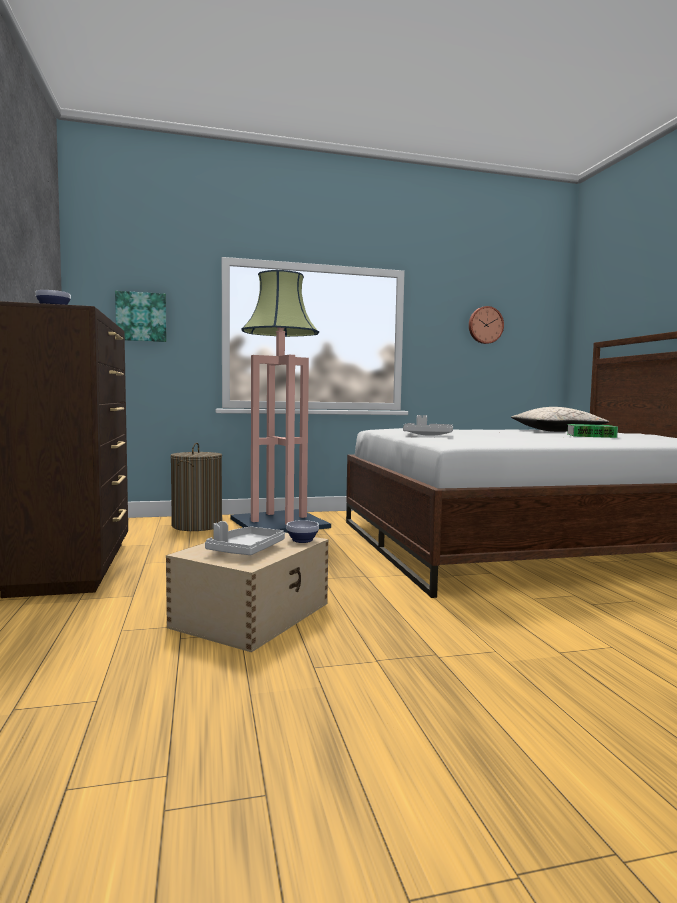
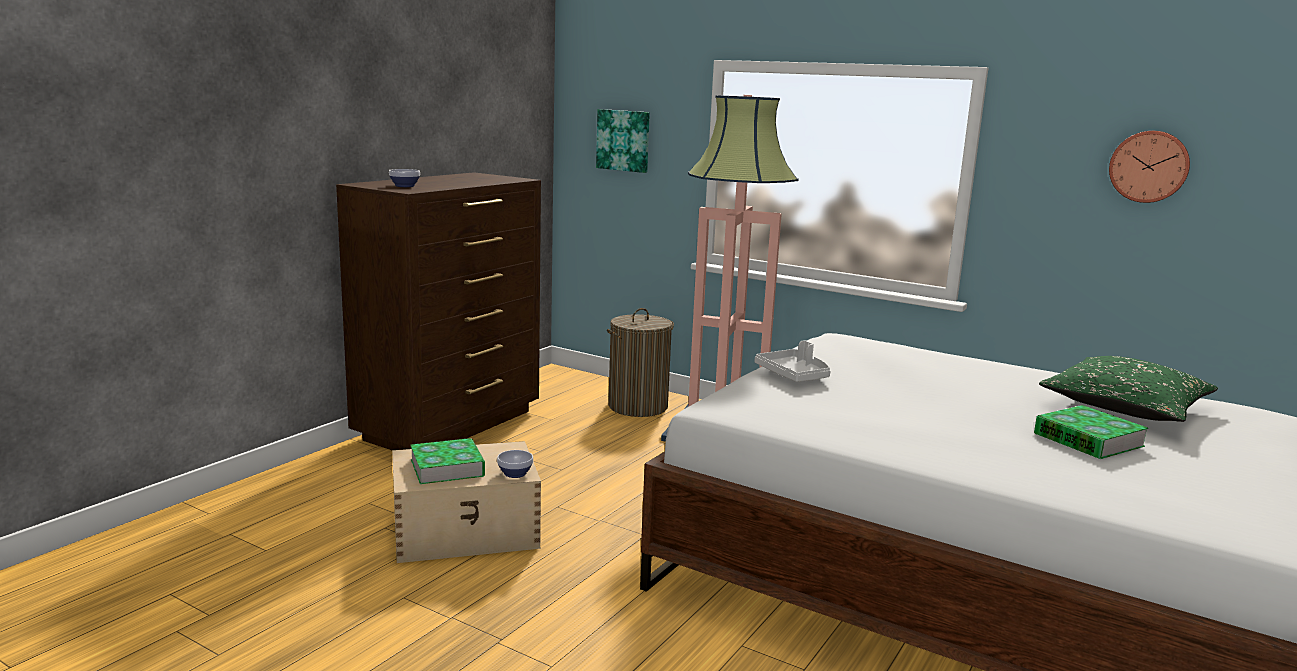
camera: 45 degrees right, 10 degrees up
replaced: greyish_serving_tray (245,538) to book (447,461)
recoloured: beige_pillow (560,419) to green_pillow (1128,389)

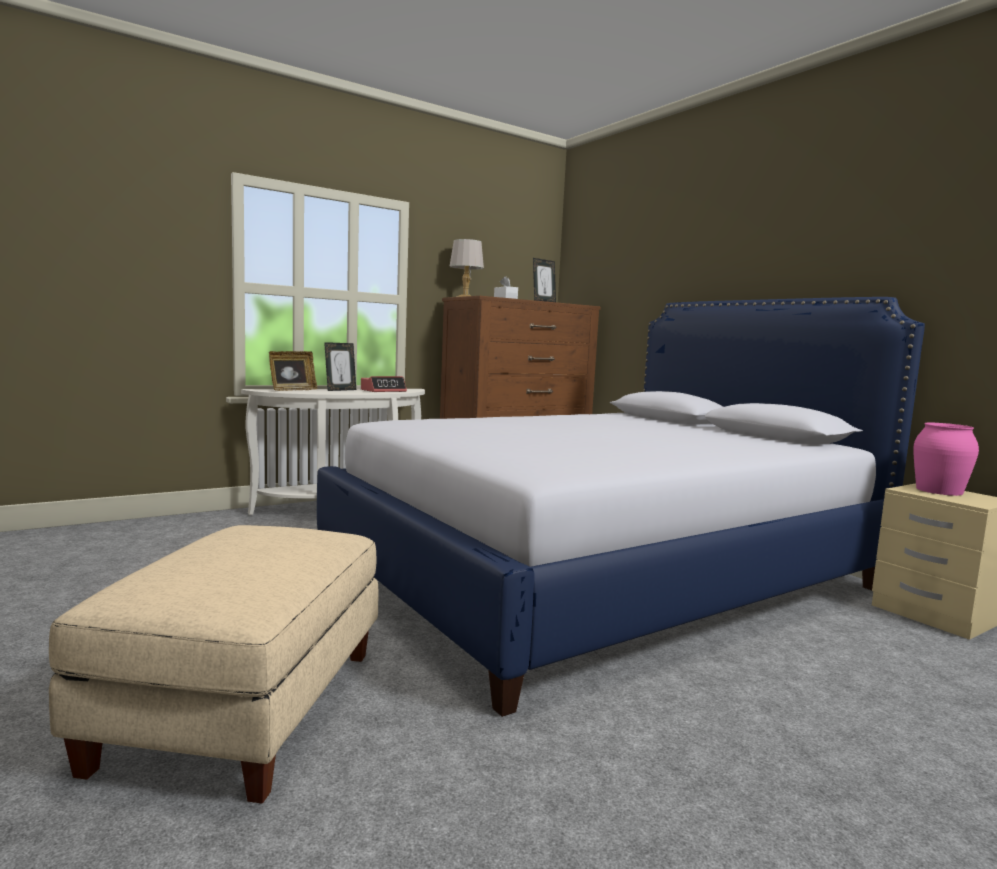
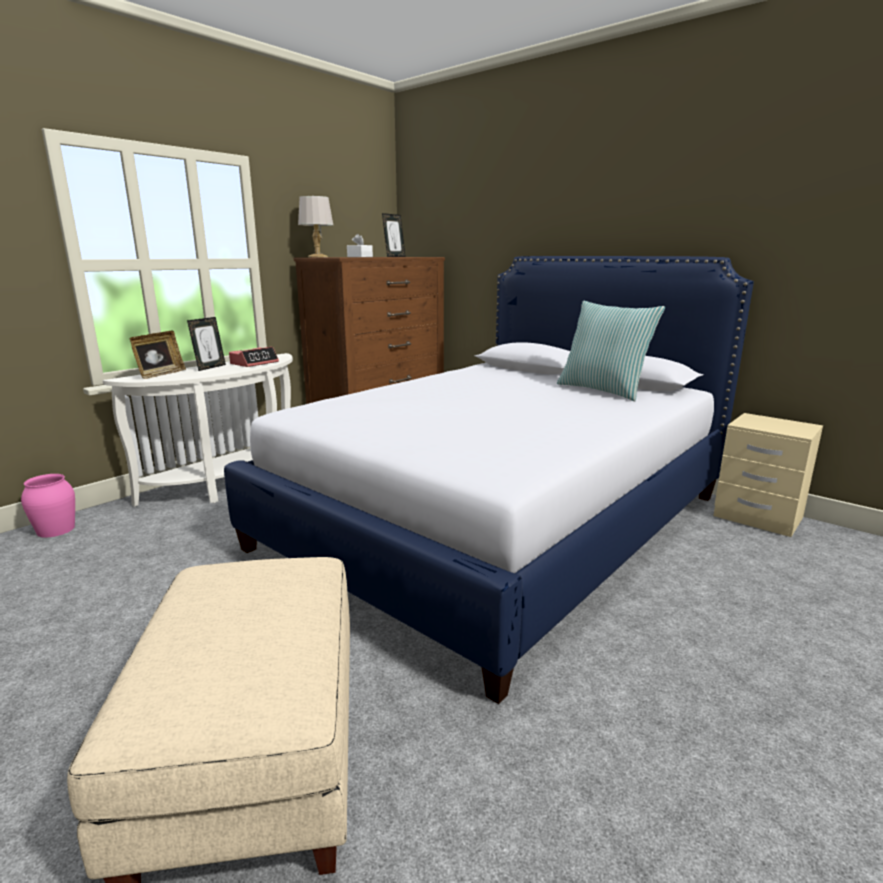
camera: 15 degrees left, 10 degrees up
added: pillow (611,351)
moved: pinkish_decorative_vase (946,459) to (48,505)

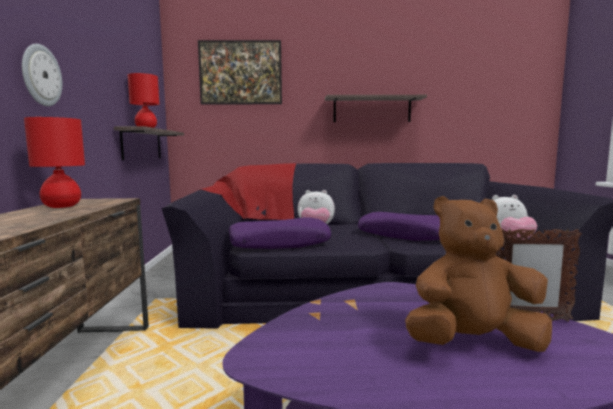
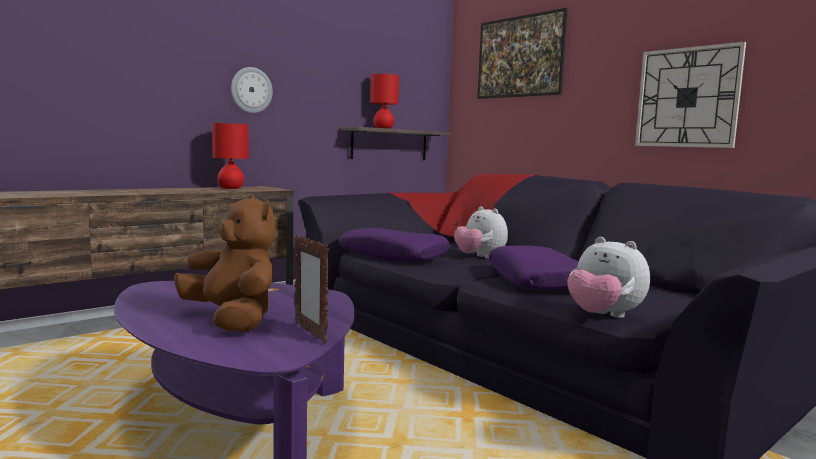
camera: 50 degrees right, 0 degrees up
replaced: shelf (376,108) to hanging_clock (690,95)

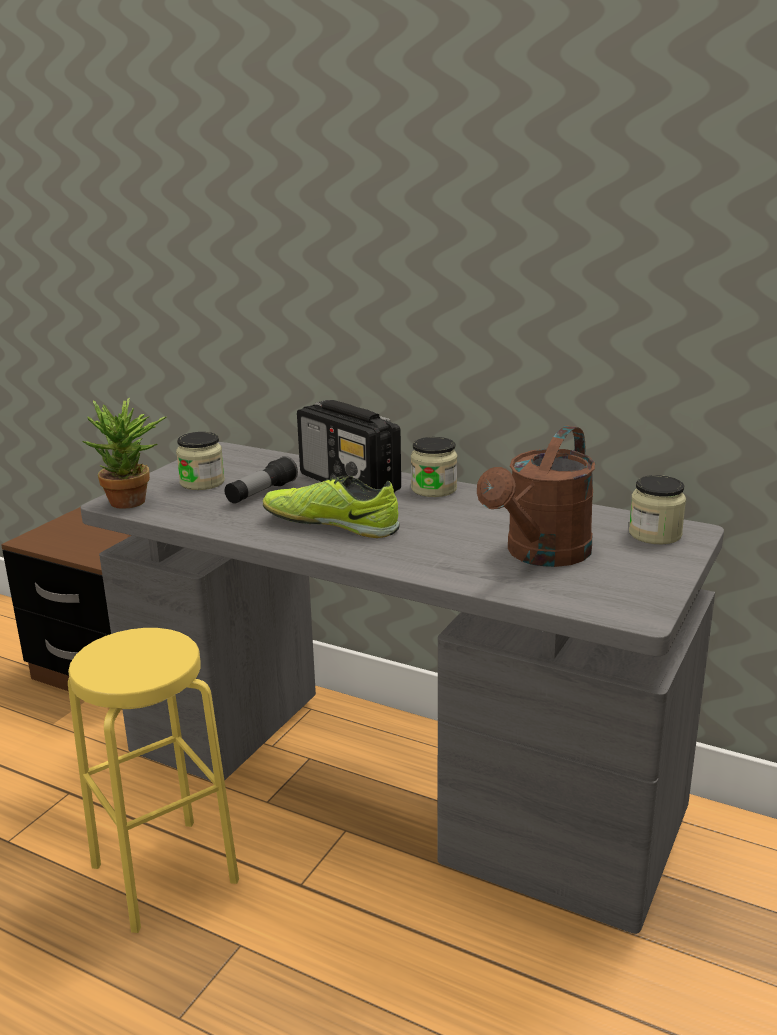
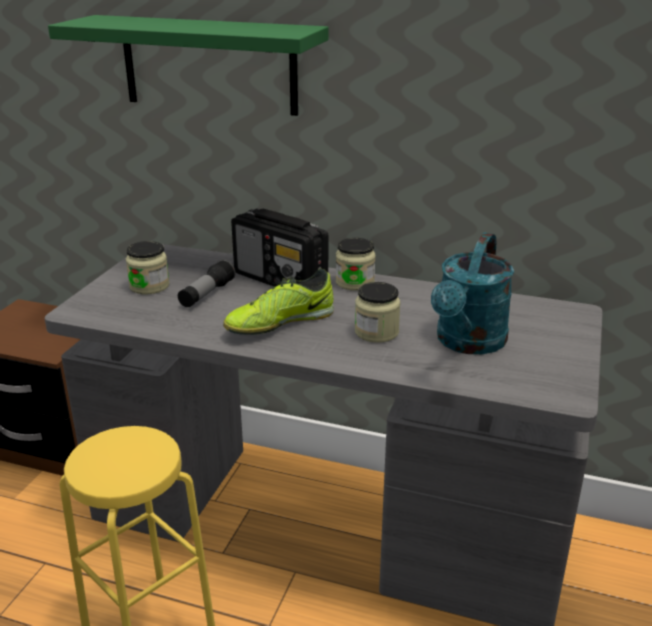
camera: 10 degrees left, 5 degrees up
removed: plant_in_a_pot (124,453)
added: green_shelf (188,65)
moved: storage_jar (657,509) to (378,312)
recoloured: brownish_watering_can (536,496) to turquoise_watering_can (472,293)
turned: item_of_footwear (331,507) = (278,302) 45 degrees counterclockwise

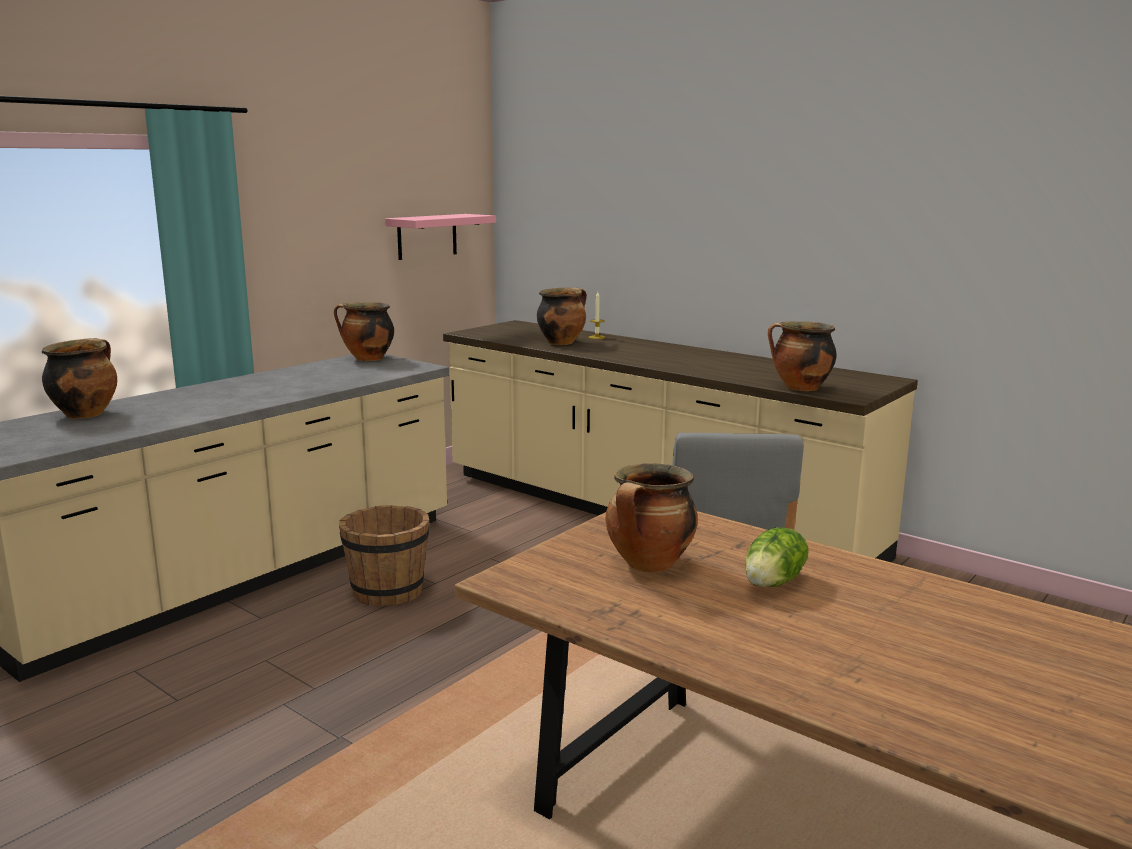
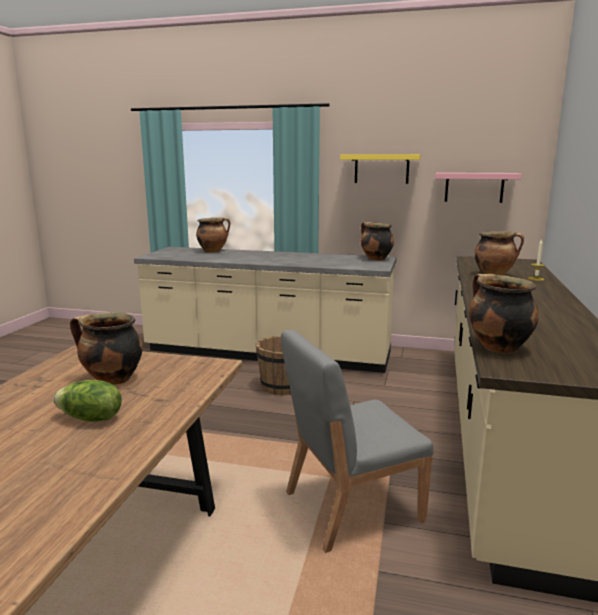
camera: 65 degrees right, 0 degrees up
added: yellow-coloured_shelf (380,169)

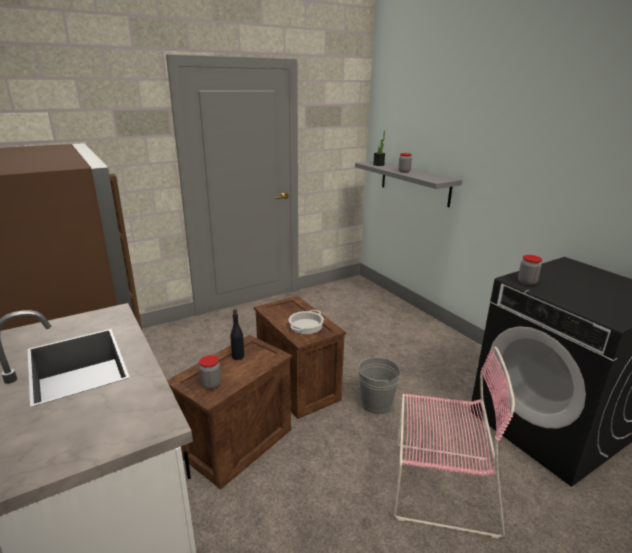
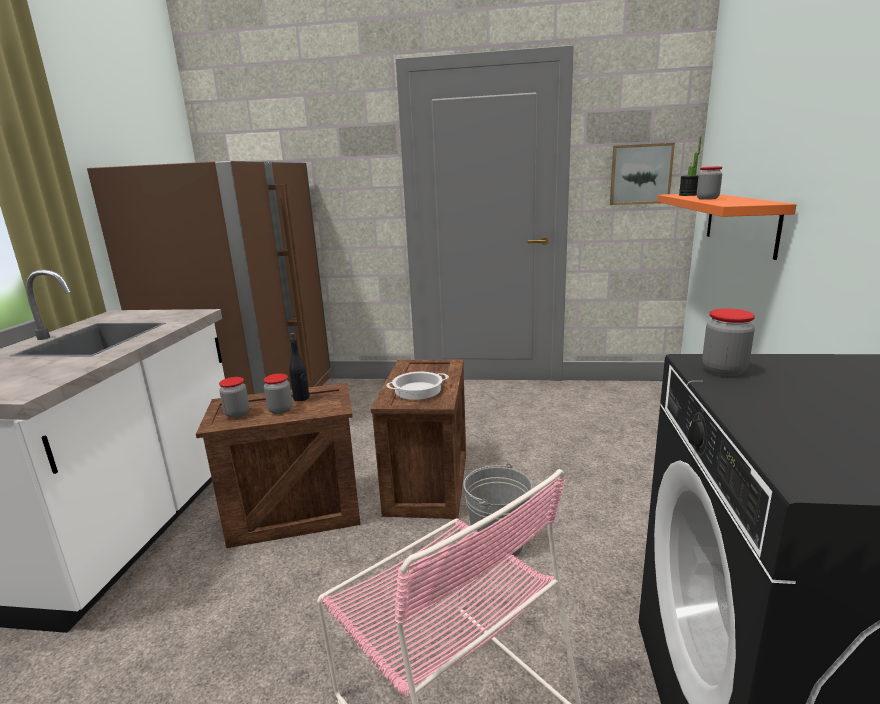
camera: 40 degrees right, 5 degrees down
added: storage_jar (277,394); picture (642,174)
recoloured: greyish_shelf (408,184) to orange_shelf (727,227)

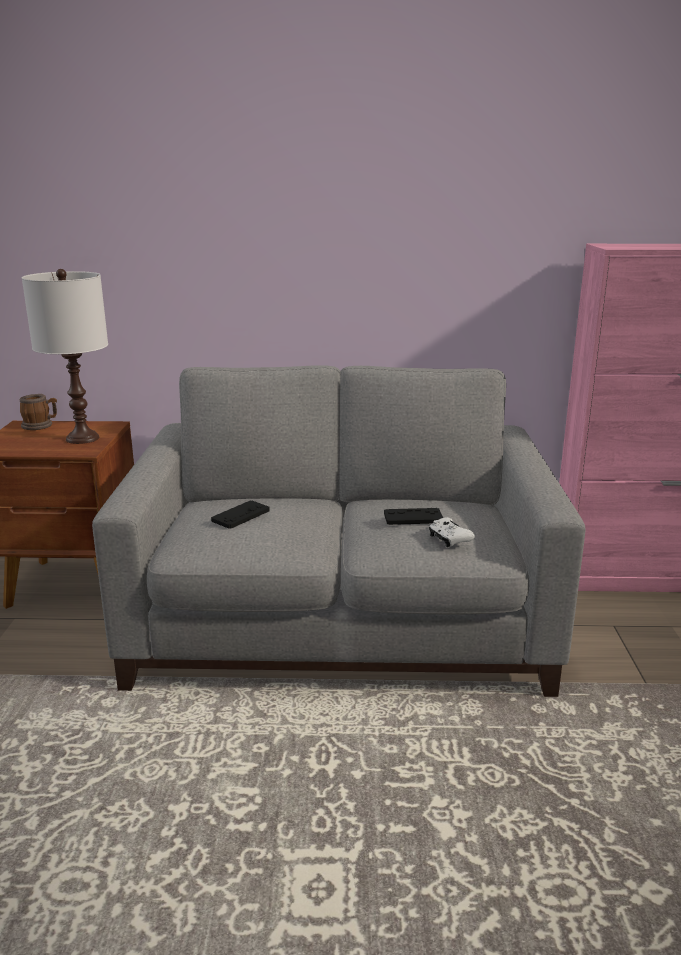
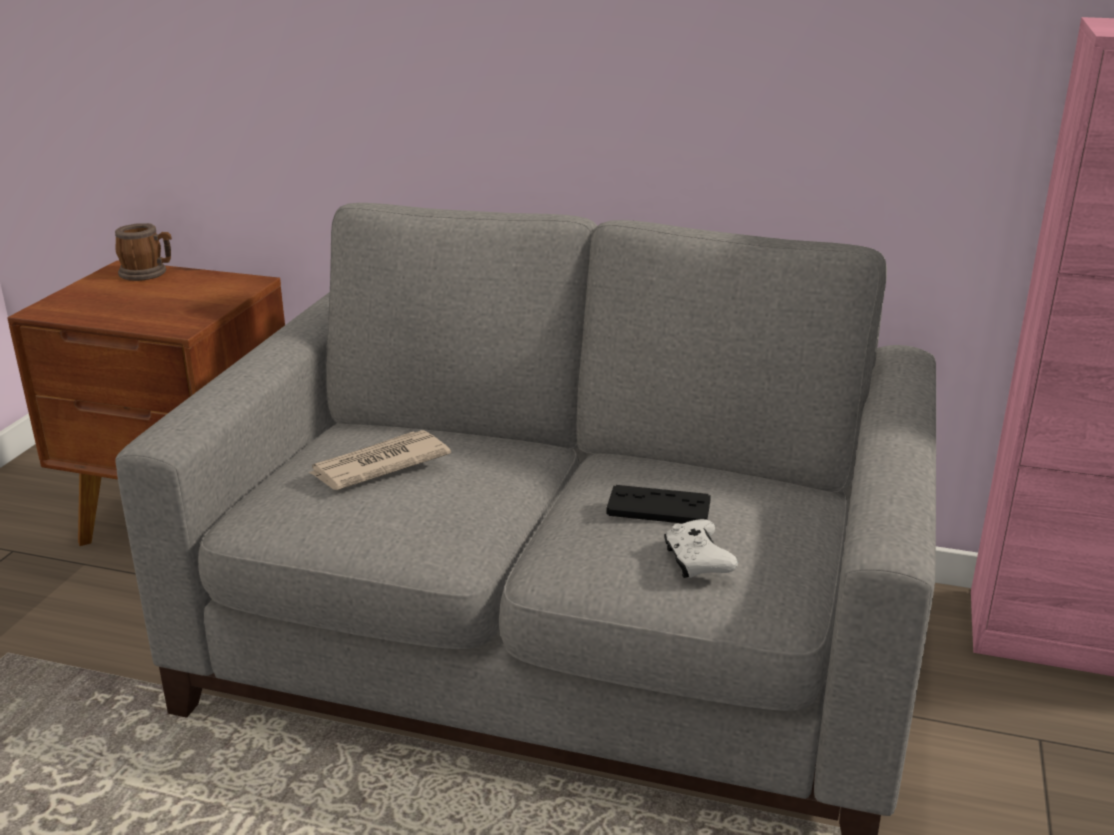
camera: 15 degrees right, 5 degrees up
removed: whitish_table_lamp (65,356)
replaced: black-coloured_game_controller (240,515) to newspaper (380,460)

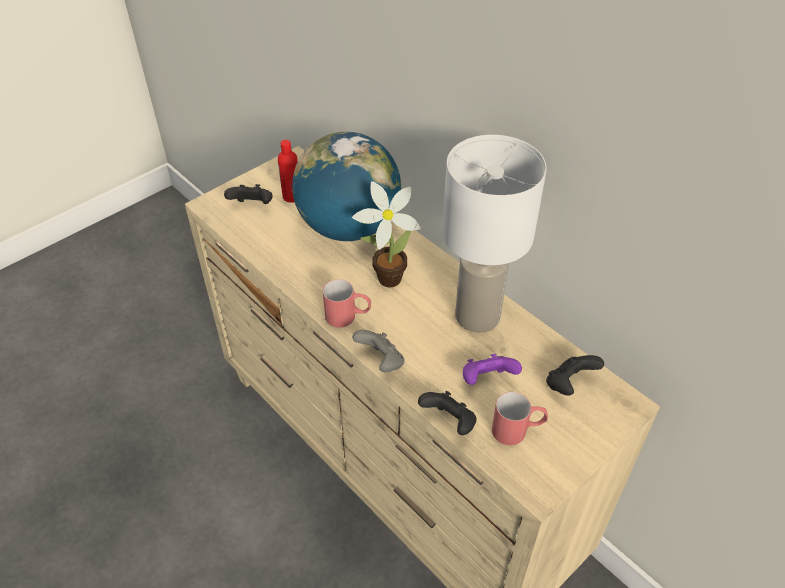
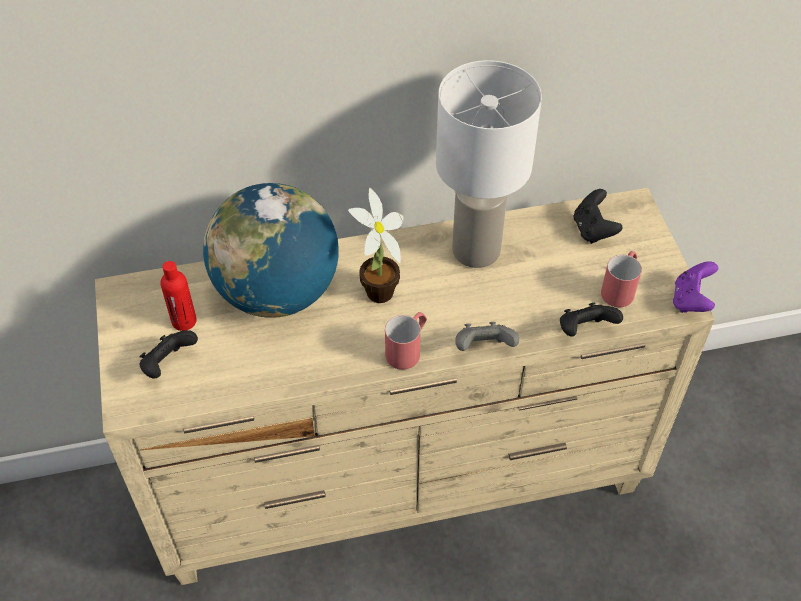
camera: 60 degrees left, 5 degrees up
moved: purplish_game_controller (492,369) to (695,287)

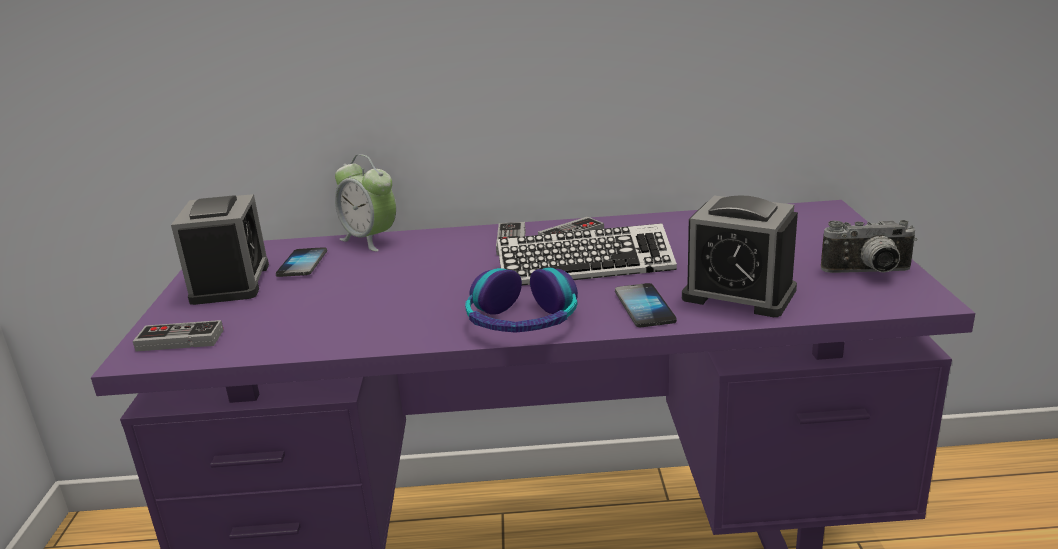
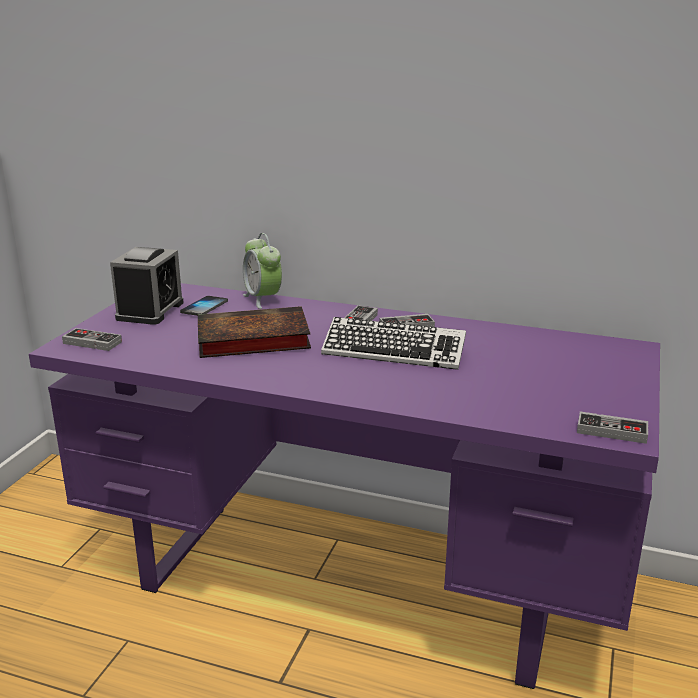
camera: 20 degrees right, 0 degrees up
removed: headphones (521,300); telephone (646,305); alarm_clock (740,256); still_camera (869,246)
added: book (254,332); game_controller (612,427)

